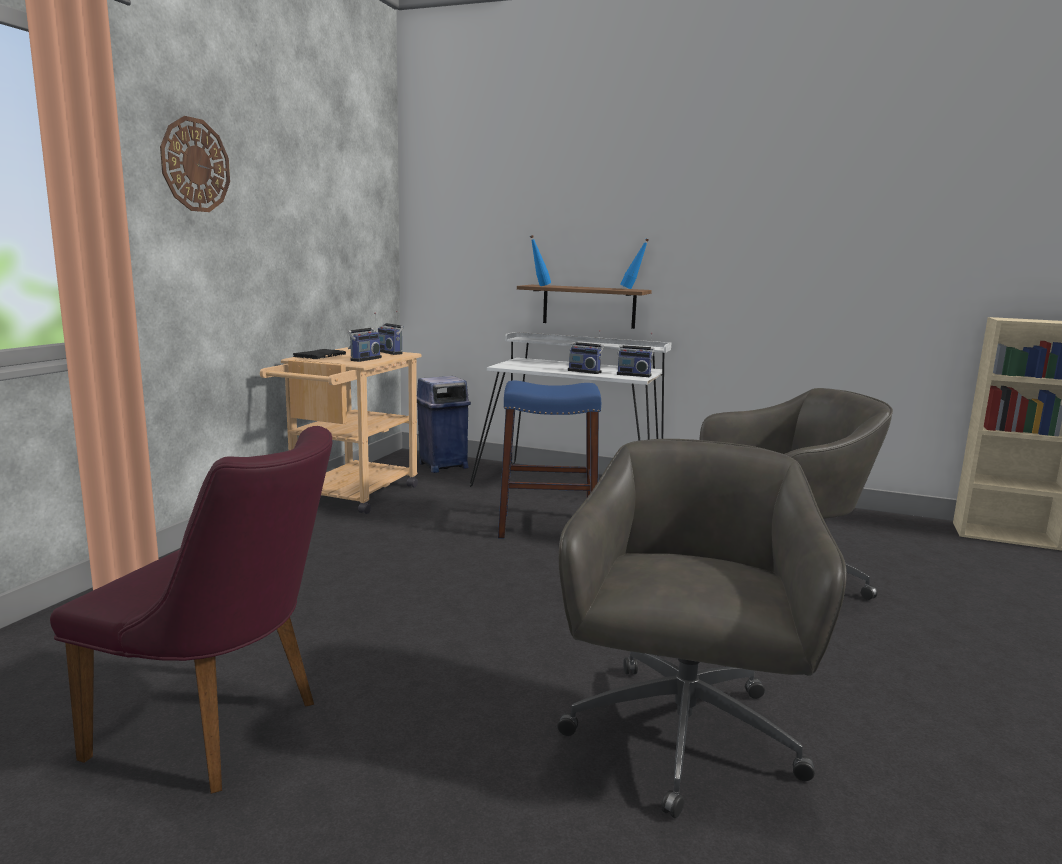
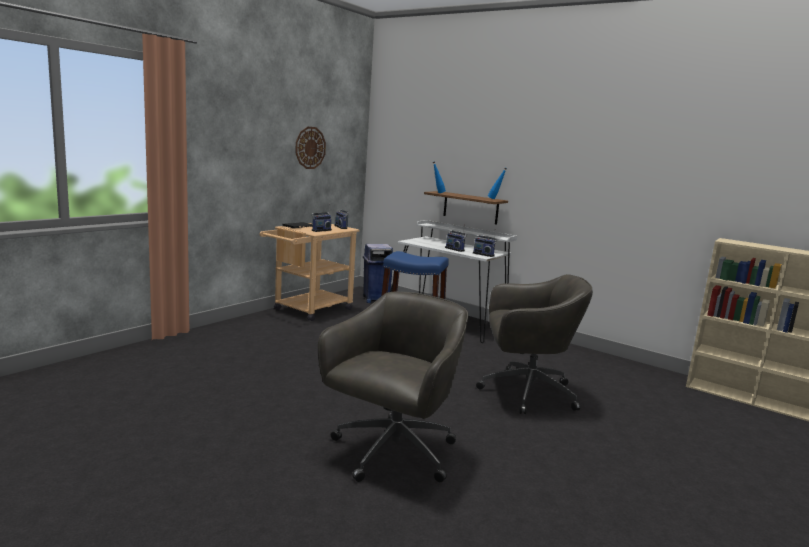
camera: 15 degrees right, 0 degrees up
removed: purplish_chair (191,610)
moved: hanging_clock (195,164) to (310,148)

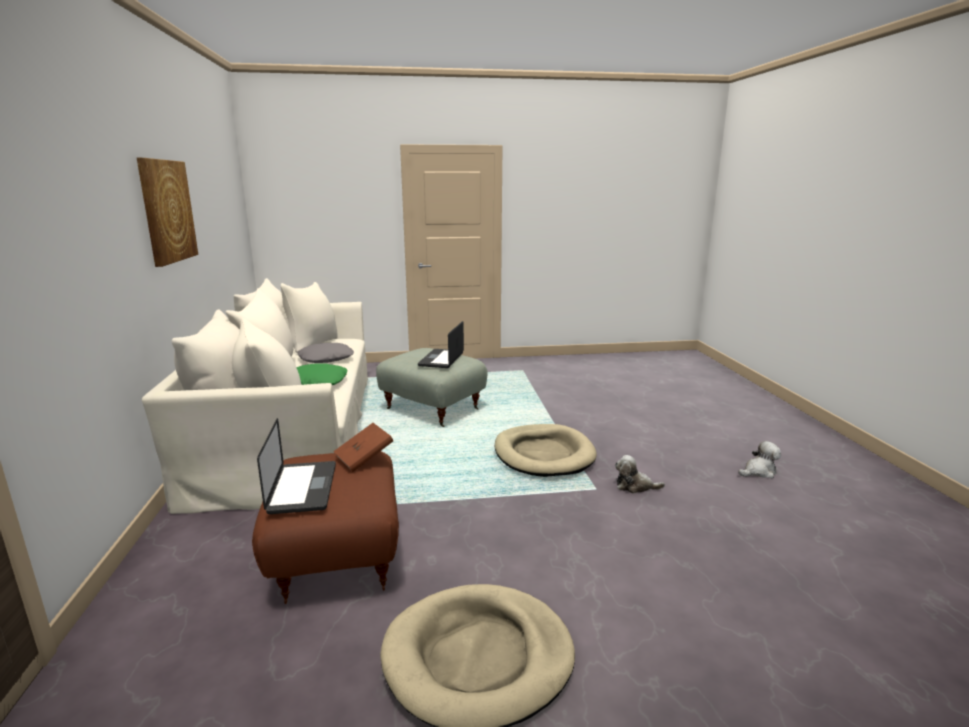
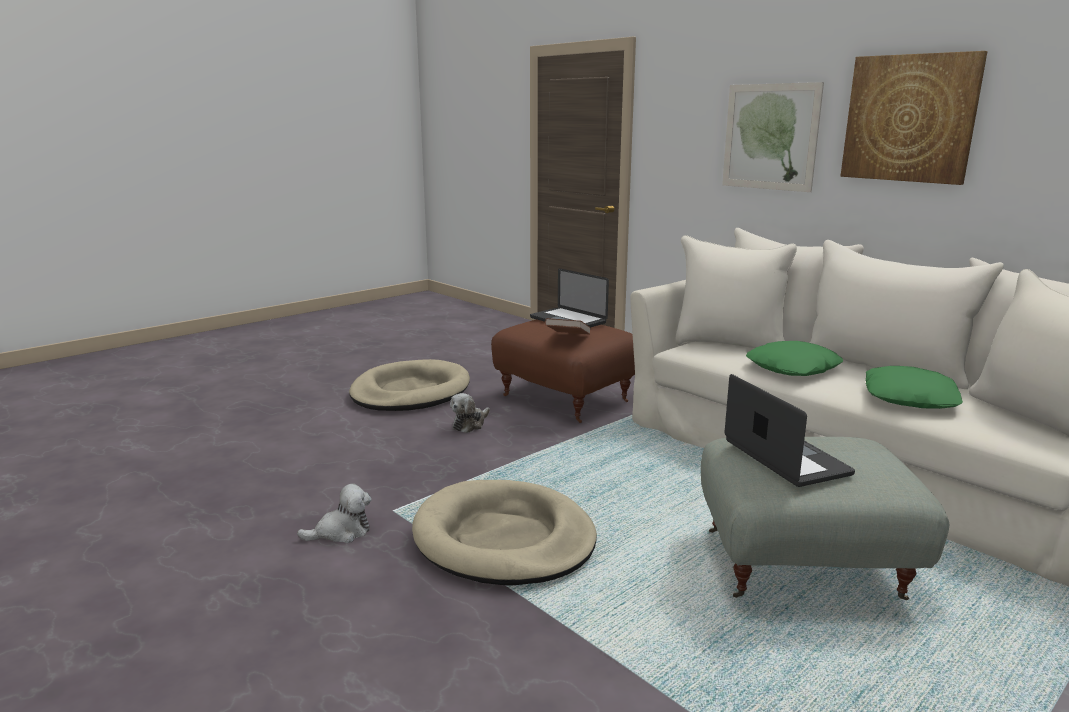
camera: 145 degrees right, 0 degrees up
added: picture (773,137)
moved: cuddly_toy (759,460) to (470,413)
recoloured: greyish_pillow (326,353) to green_pillow (914,387)

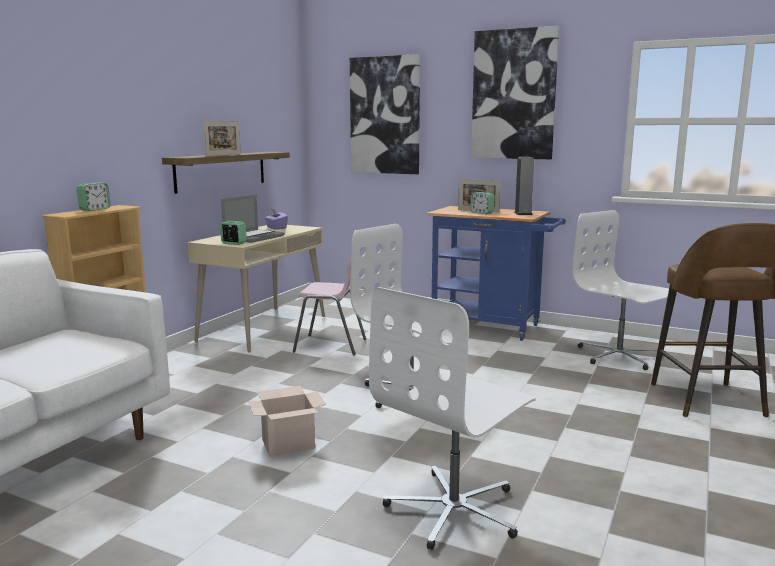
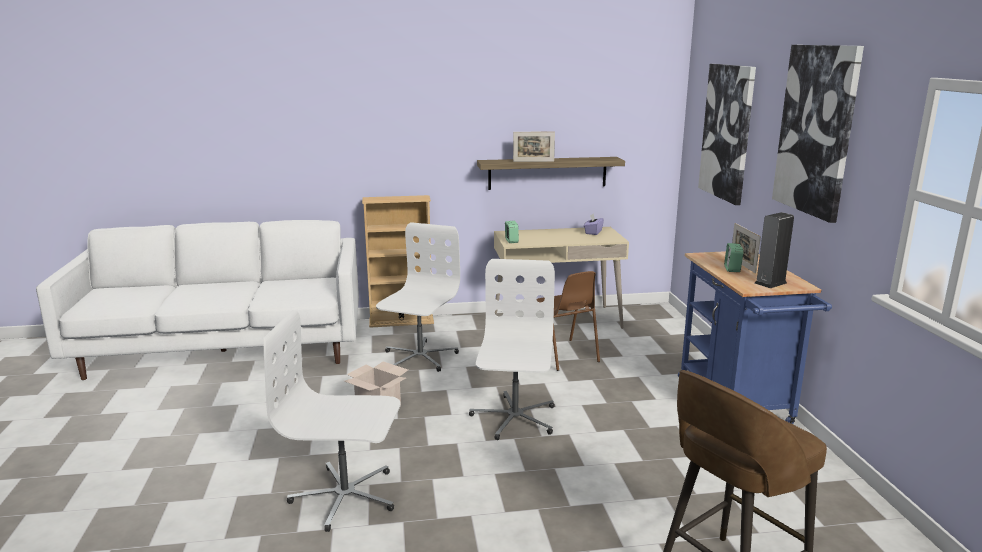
camera: 55 degrees right, 5 degrees up
removed: alarm_clock (93,197); laptop (253,219)
moved: whitish_desk_chair (625,290) to (418,297)
recoloured: pinkish_chair (329,302) to brownish_chair (568,321)

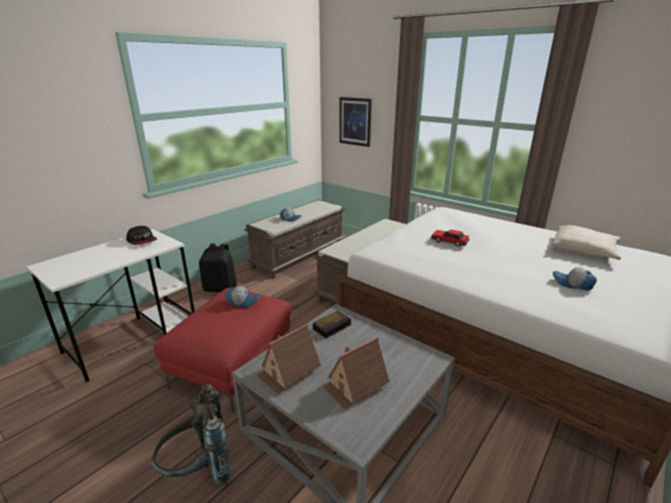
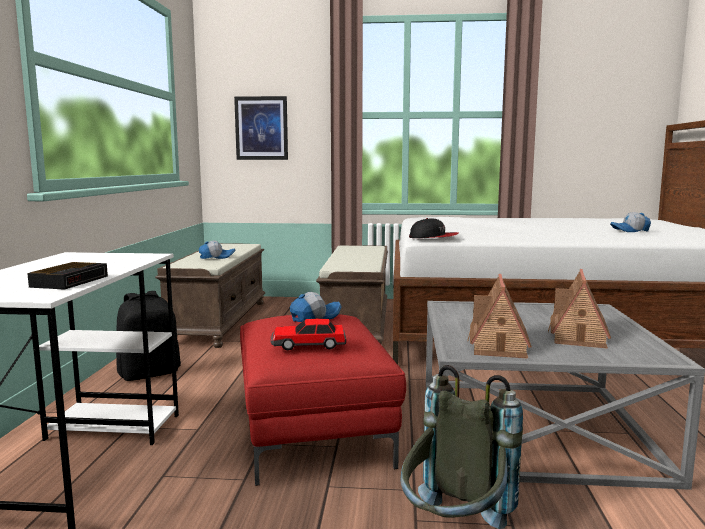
camera: 35 degrees left, 15 degrees down
removed: beige_pillow (586,242)
moved: baseball_cap (141,235) to (434,228); alarm_clock (332,325) to (67,276); model_car (450,238) to (308,334)

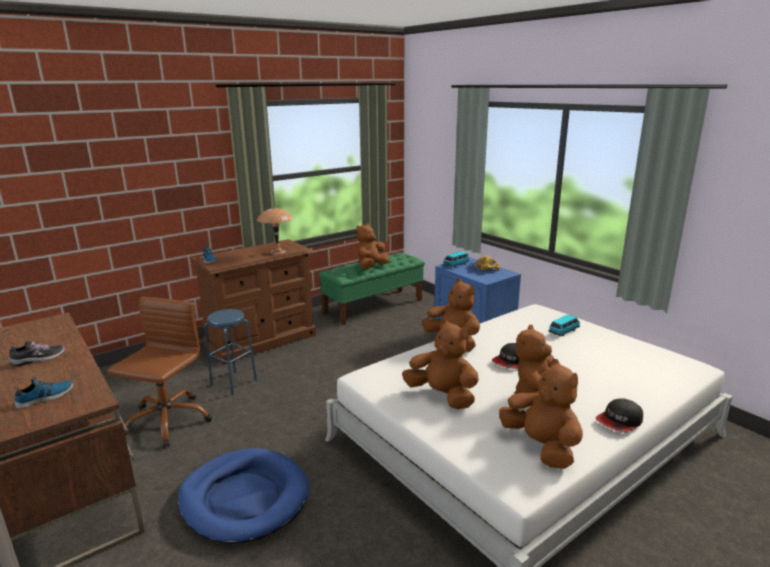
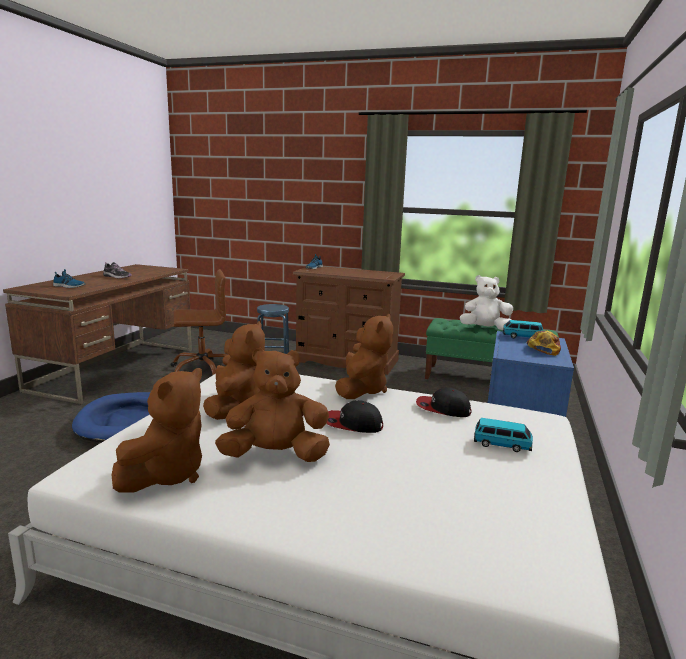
camera: 55 degrees right, 5 degrees down
removed: brownish_table_lamp (275,231)
moved: baseball_cap (619,415) to (443,402)
recoloured: brownish_cuddly_toy (372,246) to whitish_cuddly_toy (486,302)

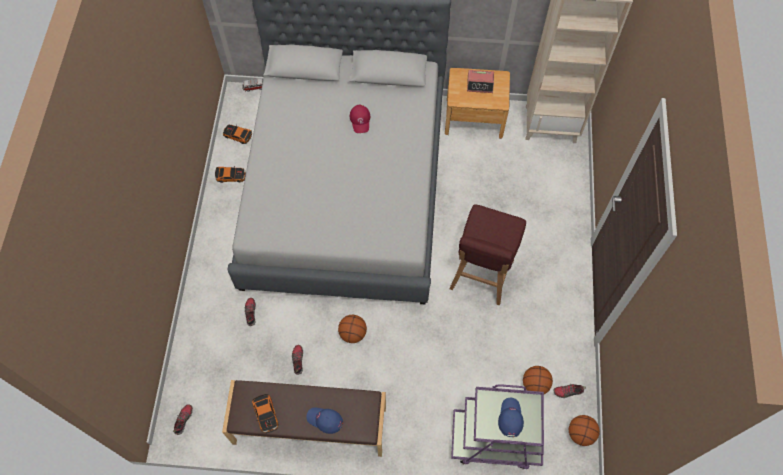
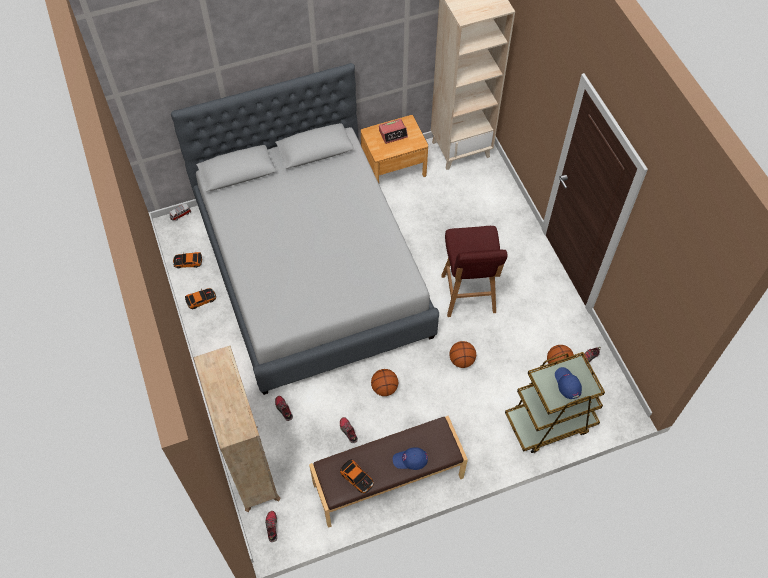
camera: 25 degrees left, 5 degrees down
removed: red_baseball_cap (360,119)
added: beige_bookshelf (237,429)
moved: ball_for_basketball (584,430) to (462,354)
recoloured: purplish_trolley (497,426) to brownish_trolley (555,402)

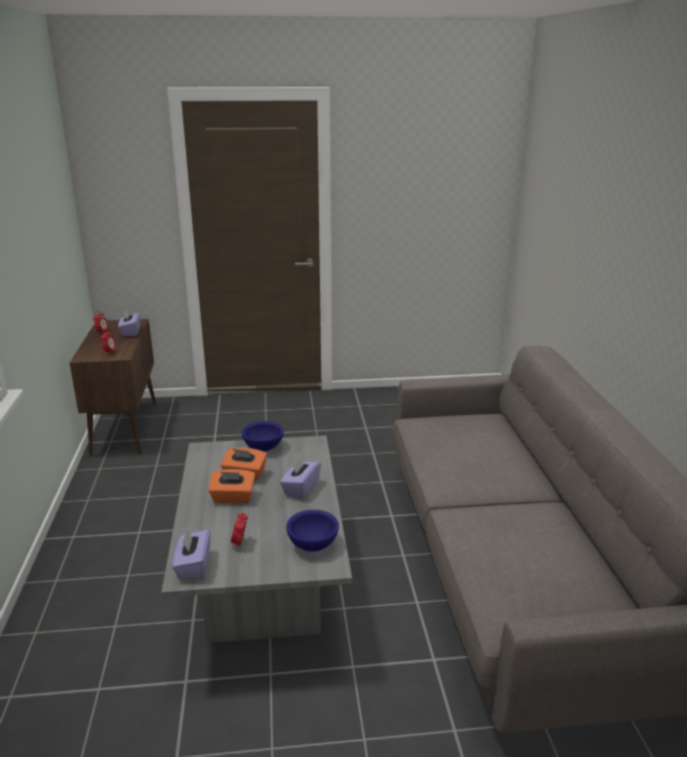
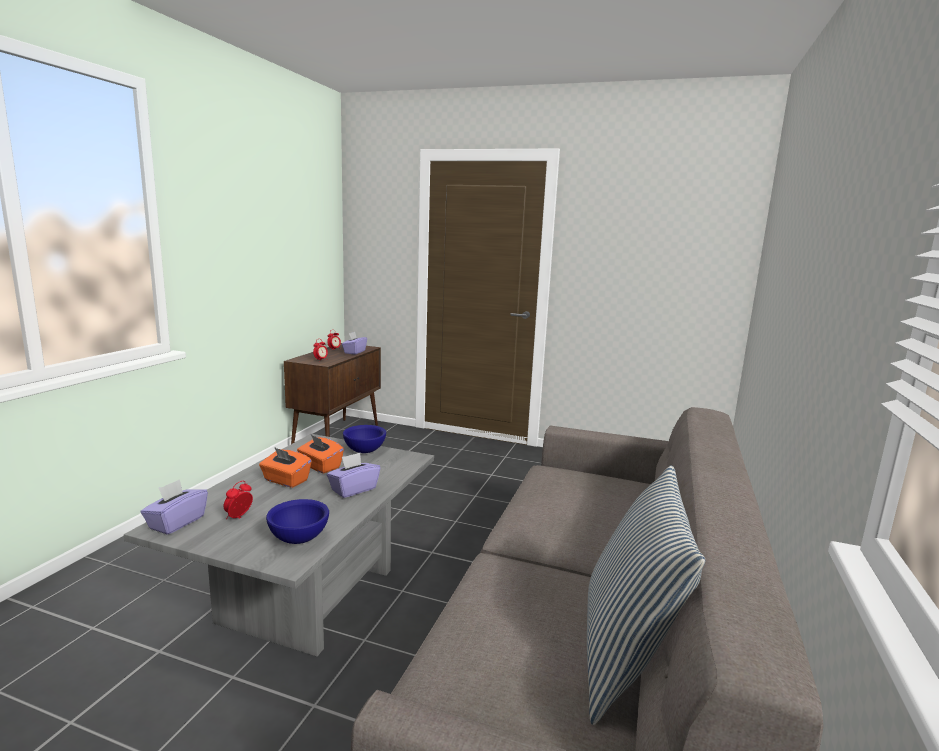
camera: 25 degrees right, 10 degrees down
added: pillow (646,595)

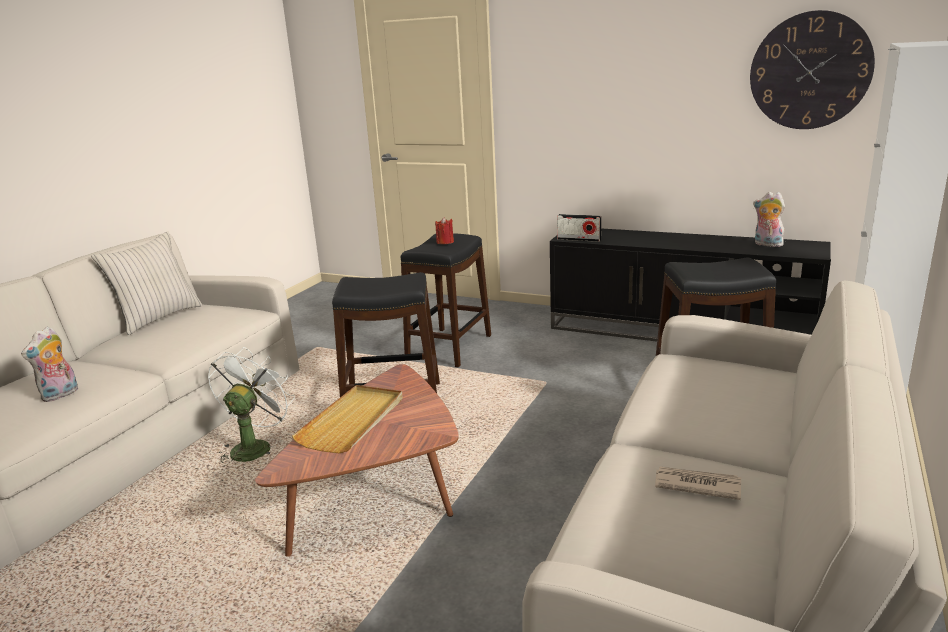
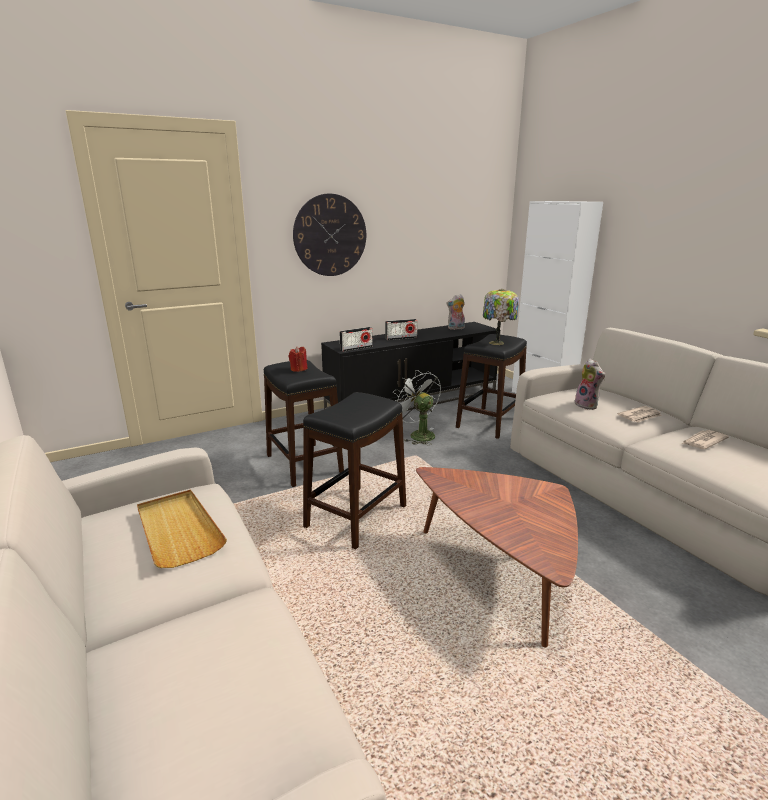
camera: 55 degrees left, 0 degrees up
removed: beige_pillow (147,283)
added: radio_set (401,329); table_lamp (501,317); newspaper (640,414)
moved: cuddly_toy (49,364) to (590,384); whitish_fan (251,405) to (417,407); beige_serving_tray (347,419) to (182,529); hanging_clock (812,69) to (329,235)

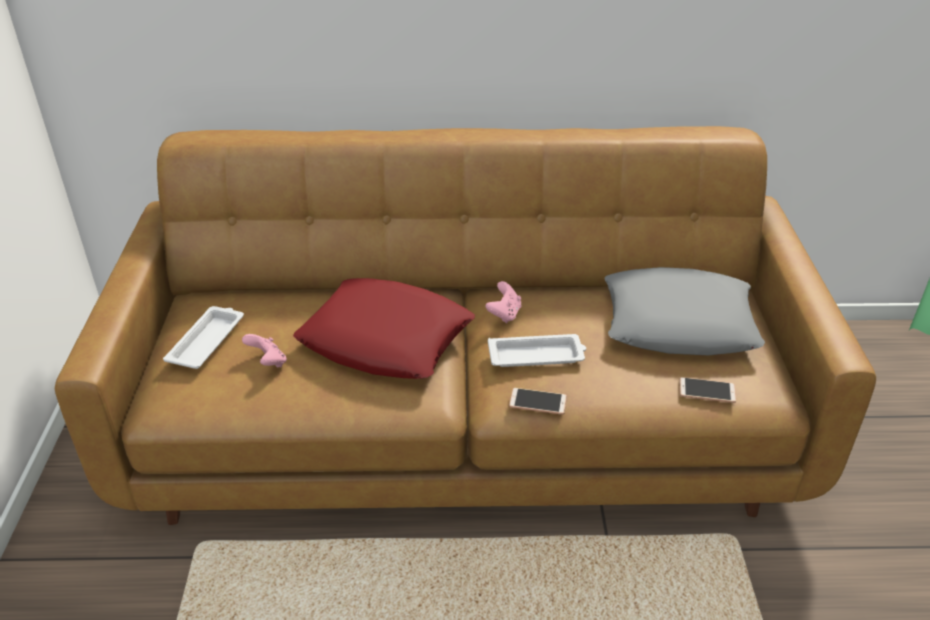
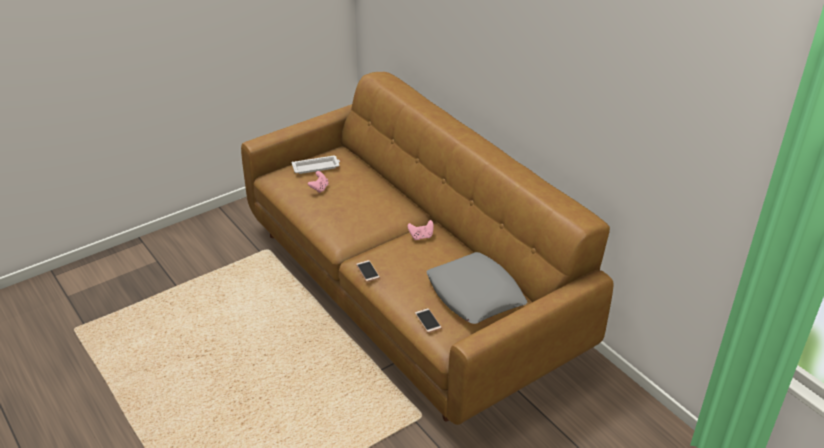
camera: 55 degrees right, 0 degrees up
removed: red_pillow (384,328); whitish_serving_tray (537,350)

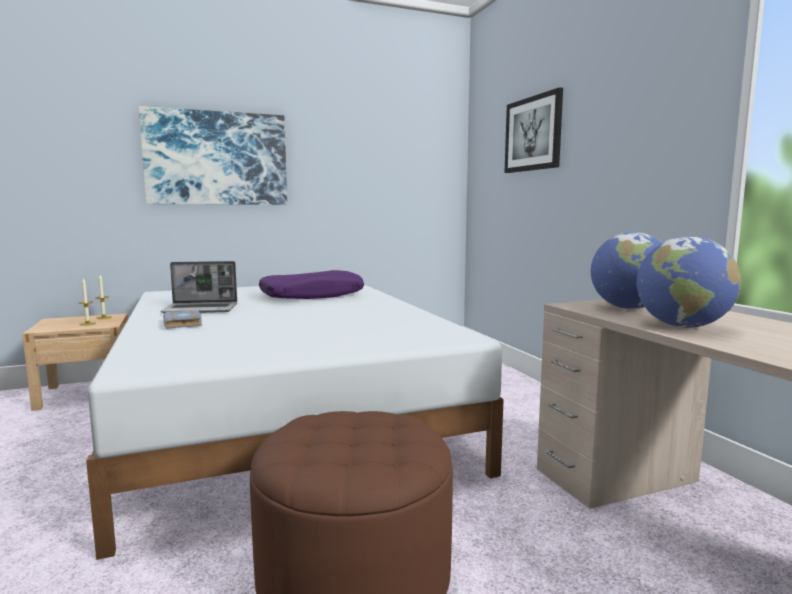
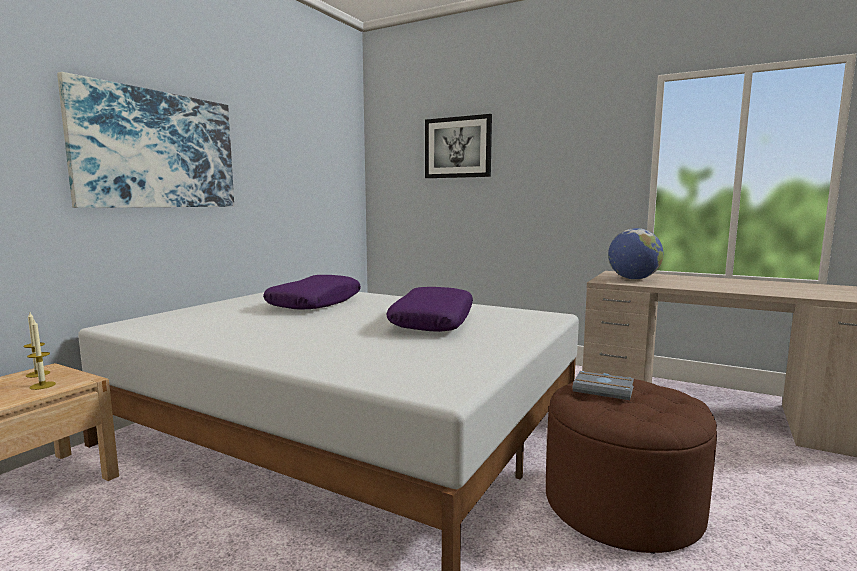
camera: 40 degrees left, 0 degrees up
removed: laptop (199,287); world_globe (689,282)
added: purplish_pillow (429,309)
moved: greyish_book (182,319) to (603,385)

